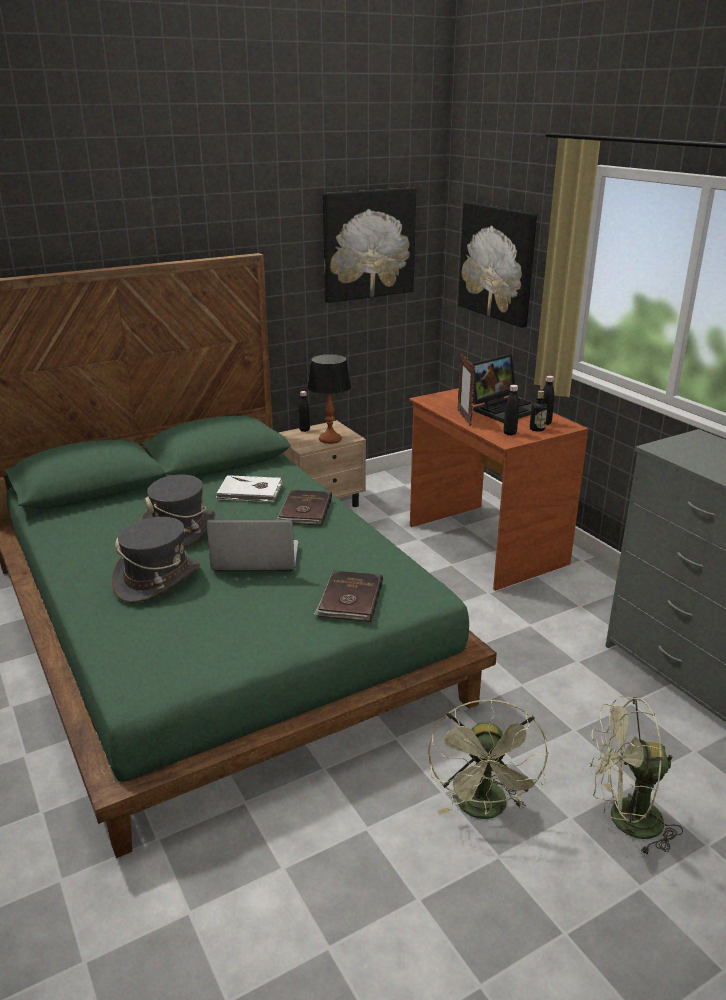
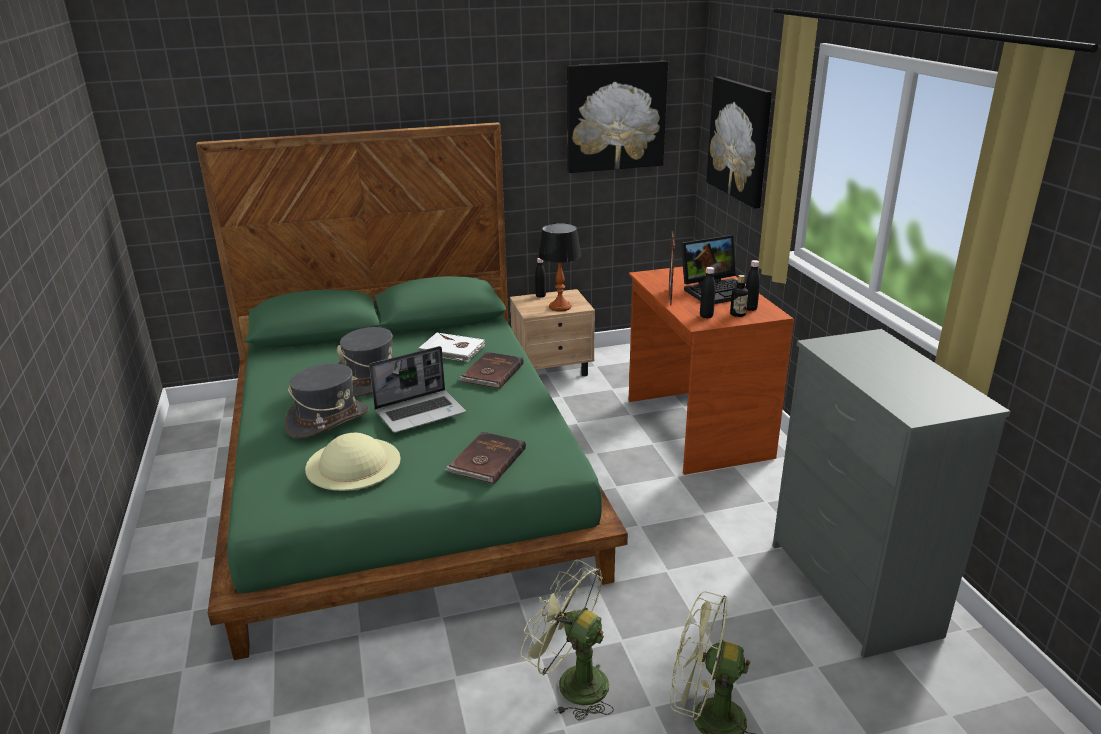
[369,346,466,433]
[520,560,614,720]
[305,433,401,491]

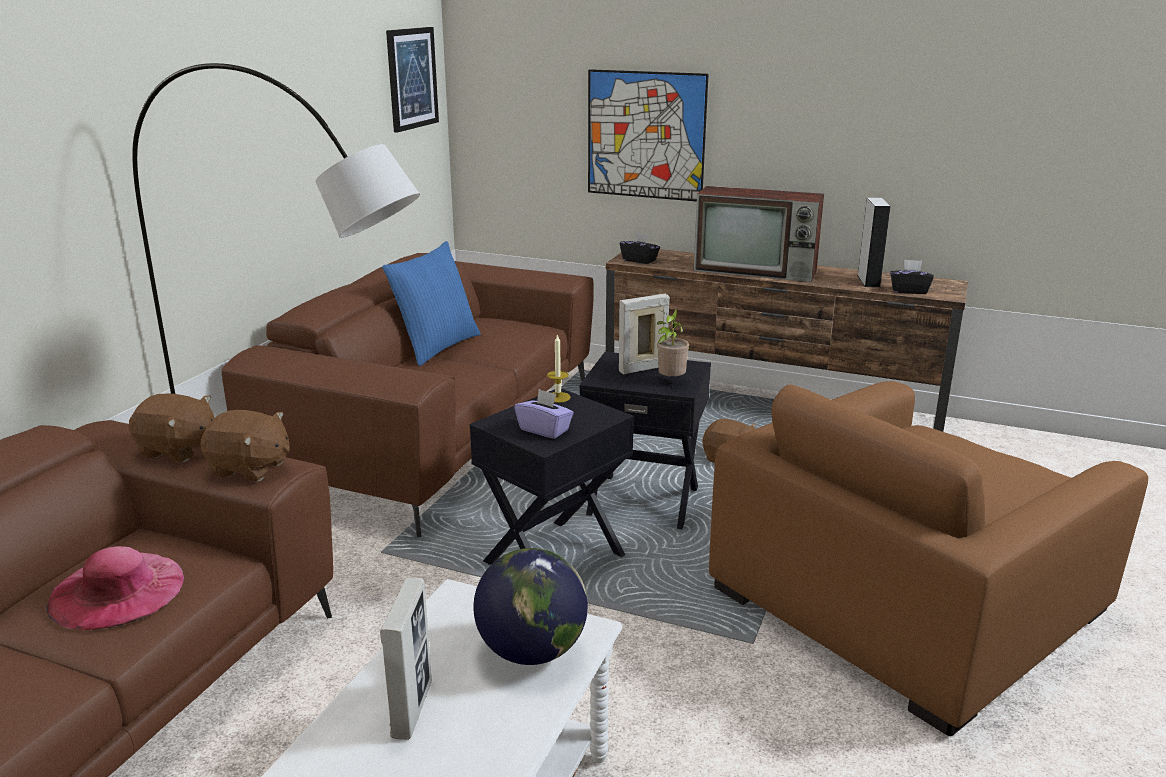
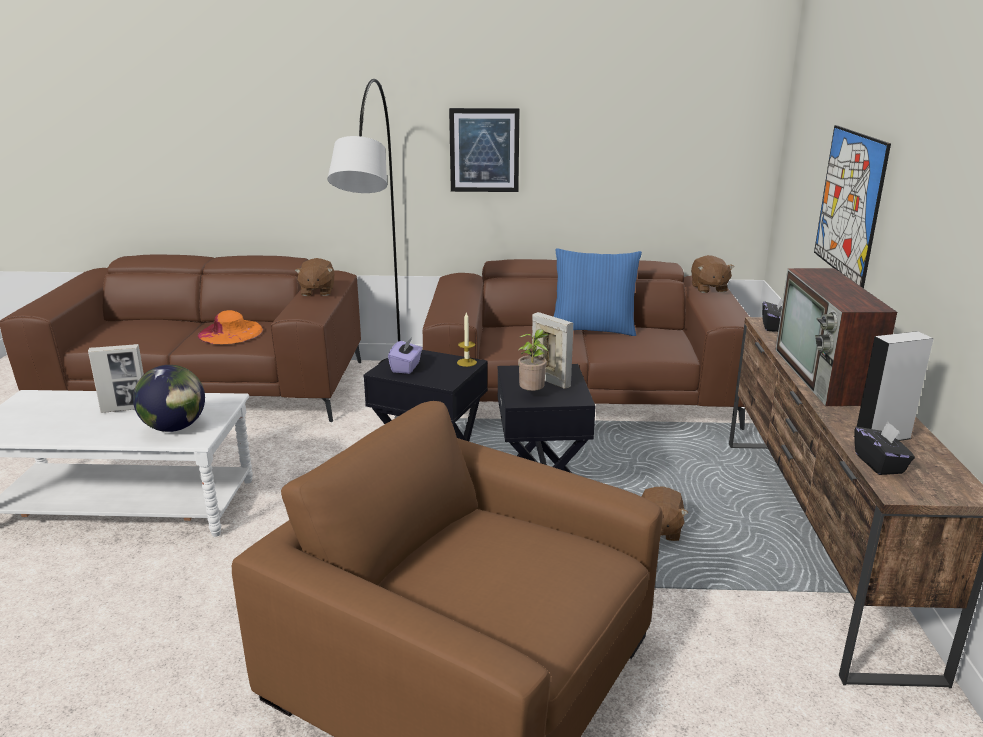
[449,108,520,192]
[691,255,734,293]
[198,310,263,344]

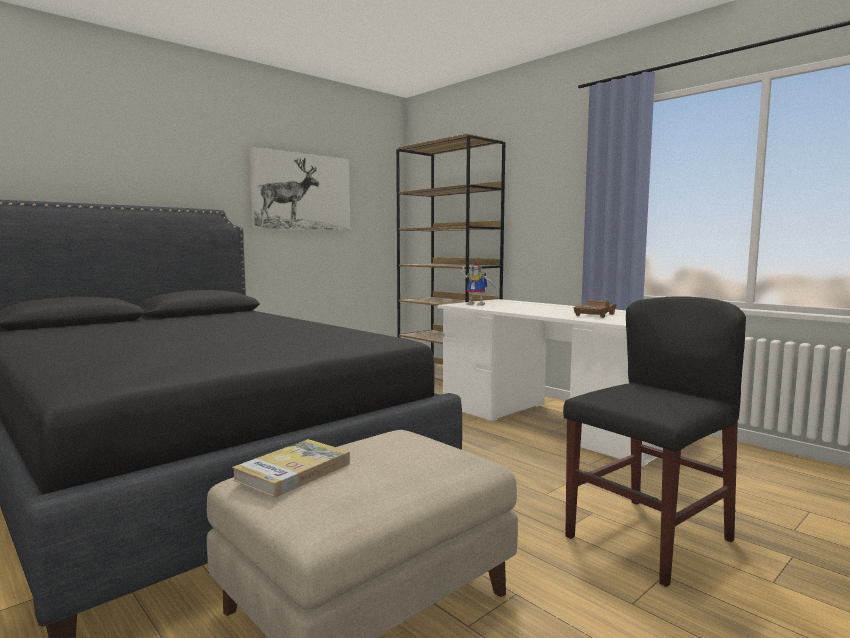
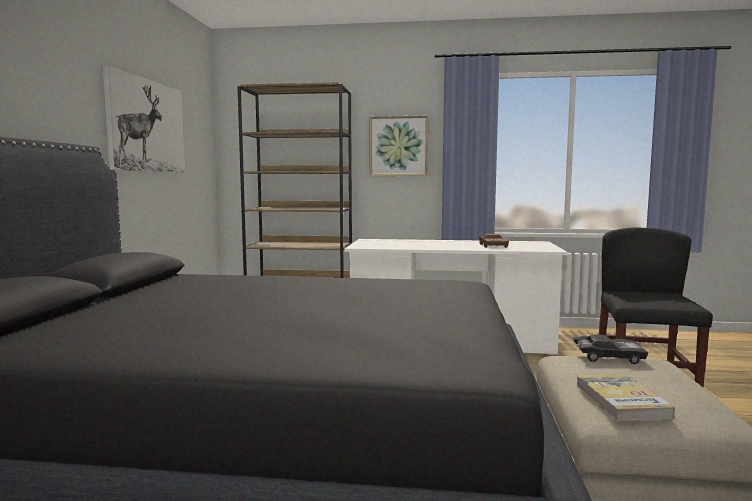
[458,263,497,306] (first image)
[369,116,428,176]
[573,334,648,364]

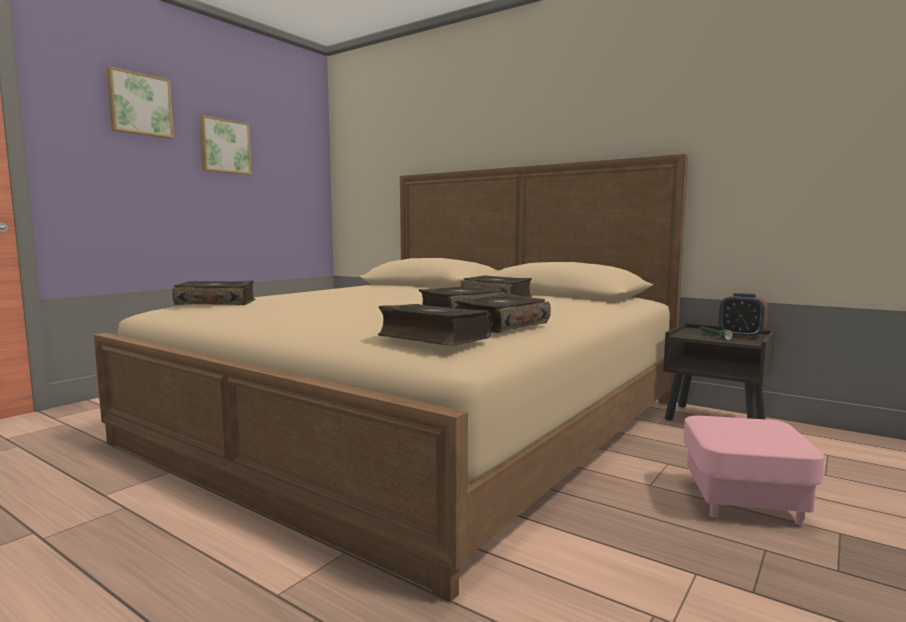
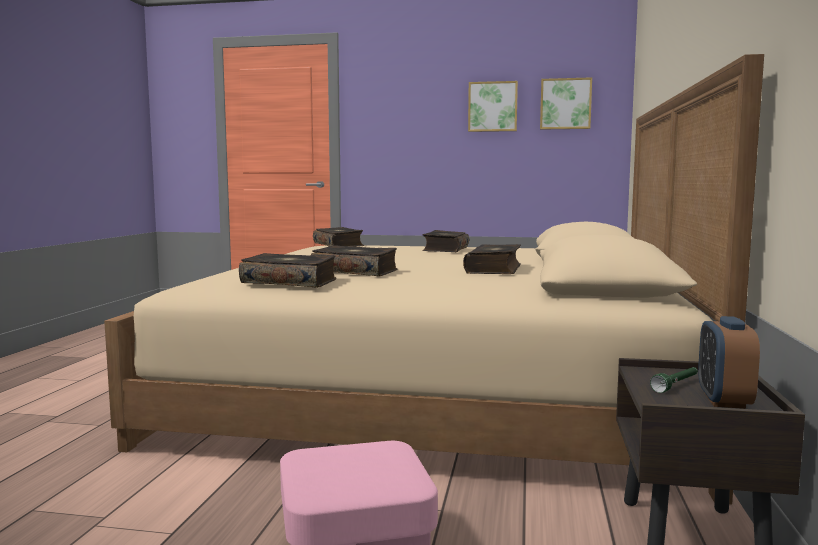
[540,77,592,130]
[422,230,469,252]

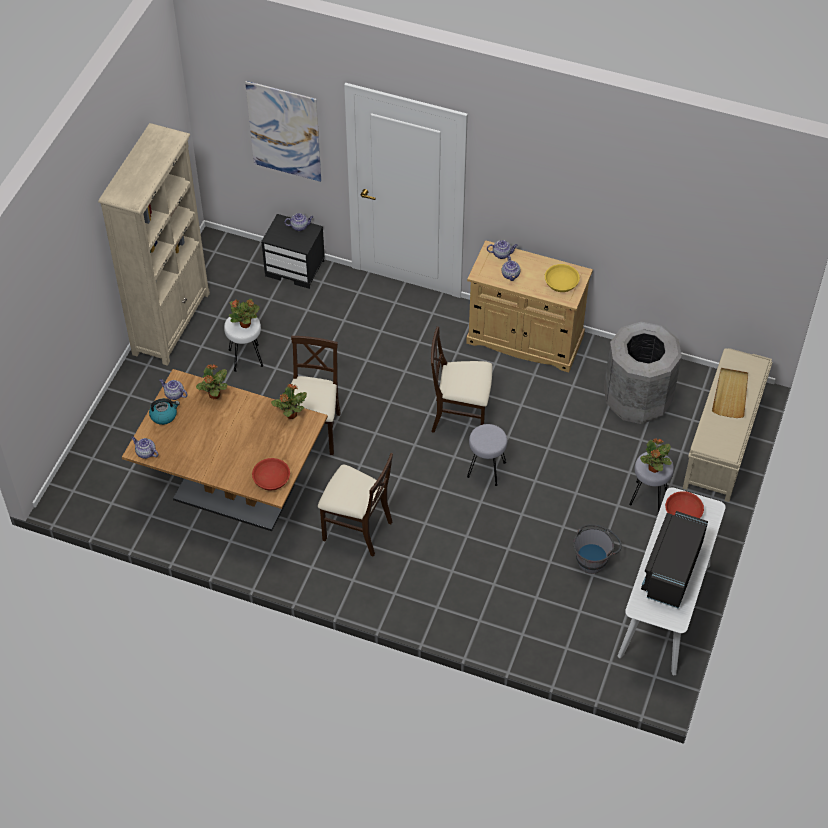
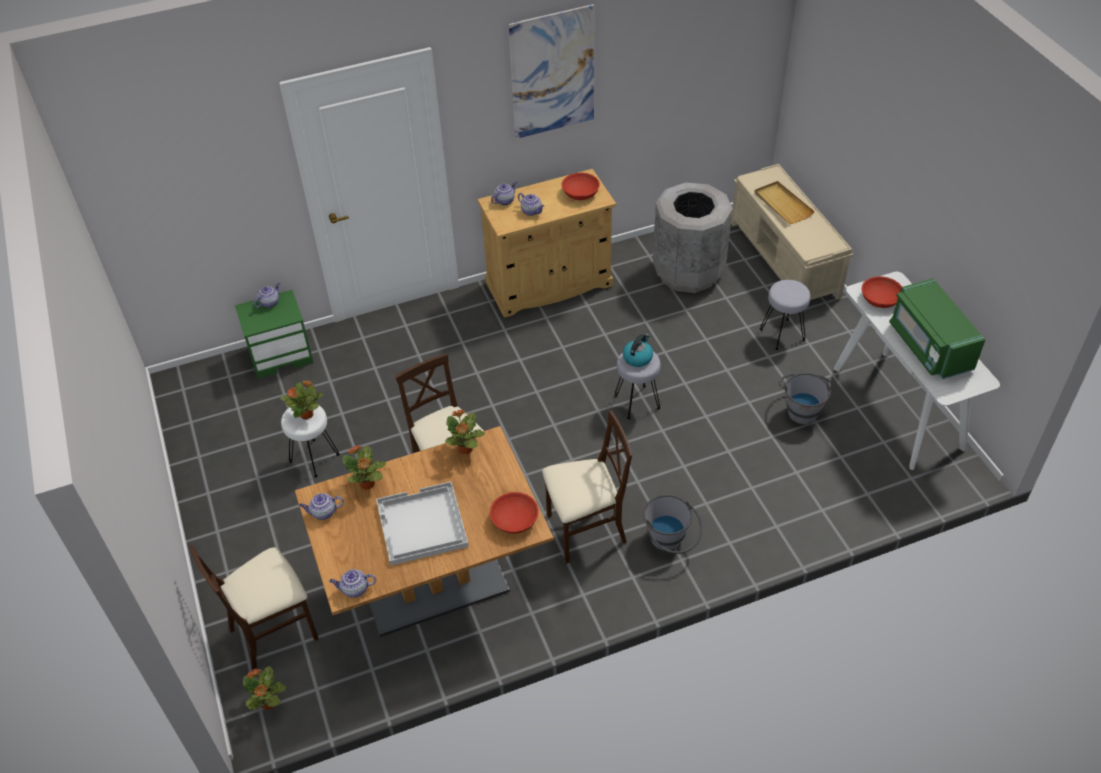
[509,4,594,139]
[98,123,210,366] (first image)
[235,290,313,379]
[562,173,600,200]
[190,544,319,670]
[623,334,653,367]
[243,666,286,710]
[889,278,985,379]
[376,482,469,565]
[643,495,702,554]

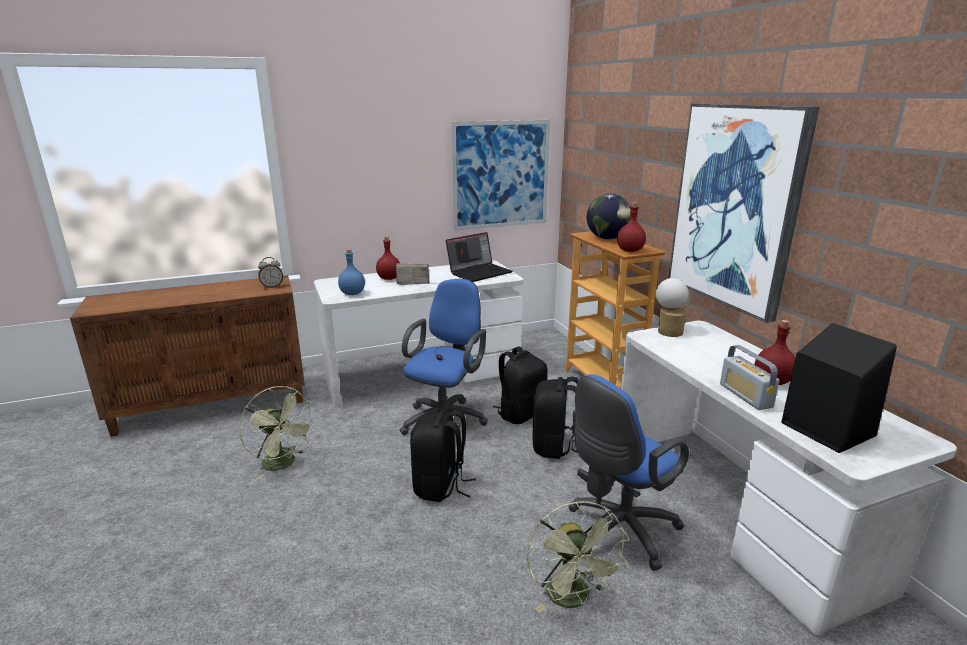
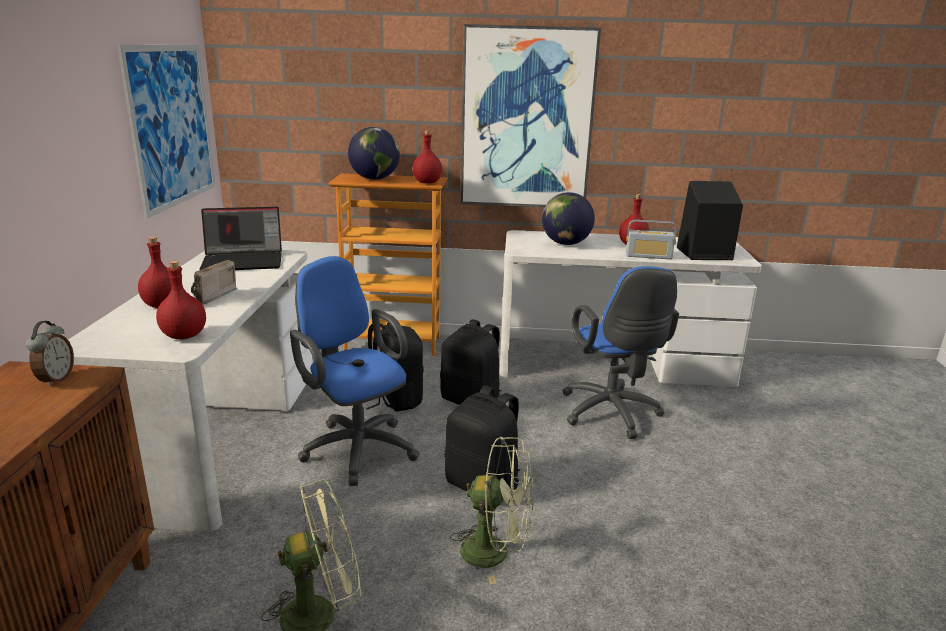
[199,207,282,270]
[156,261,206,340]
[656,278,689,337] (first image)
[450,437,533,584]
[542,192,595,245]

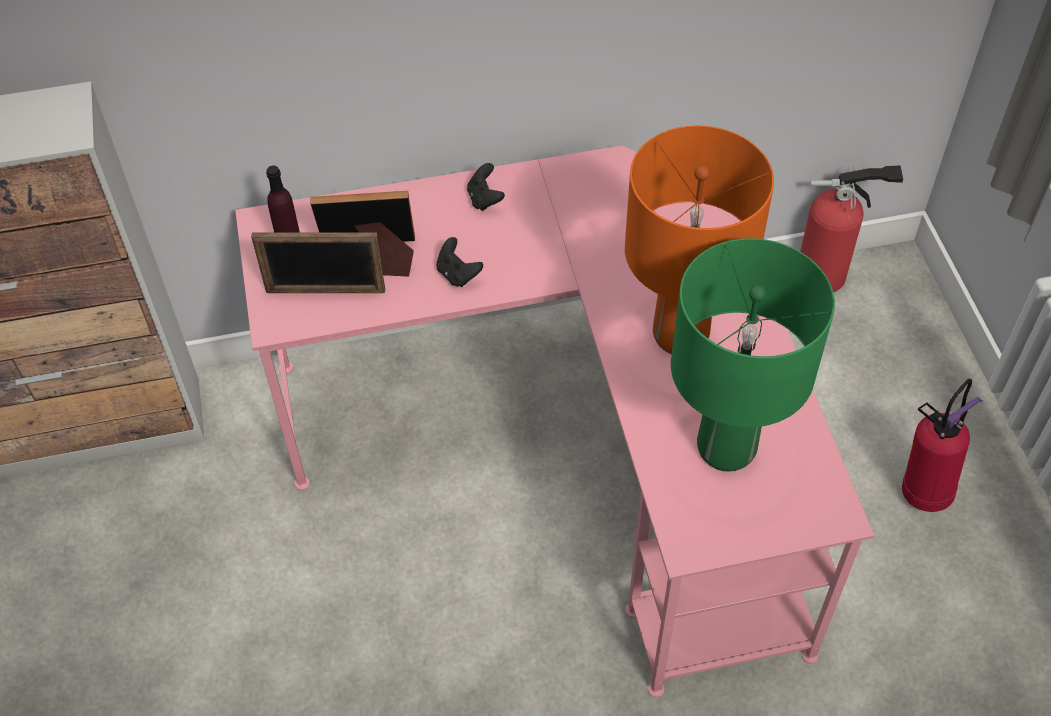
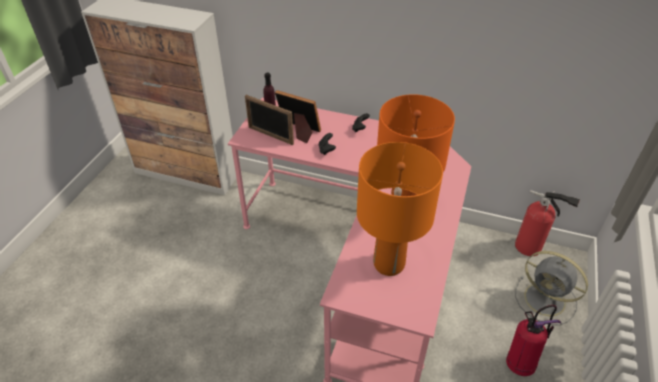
[357,142,443,276]
[515,251,588,325]

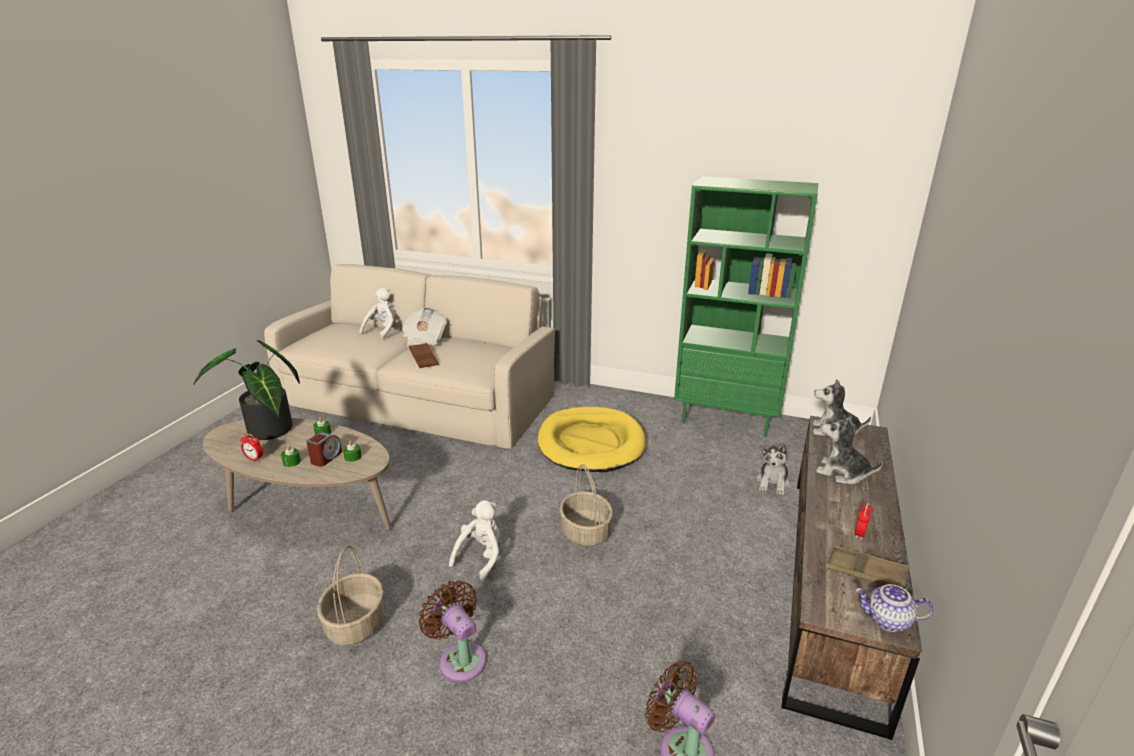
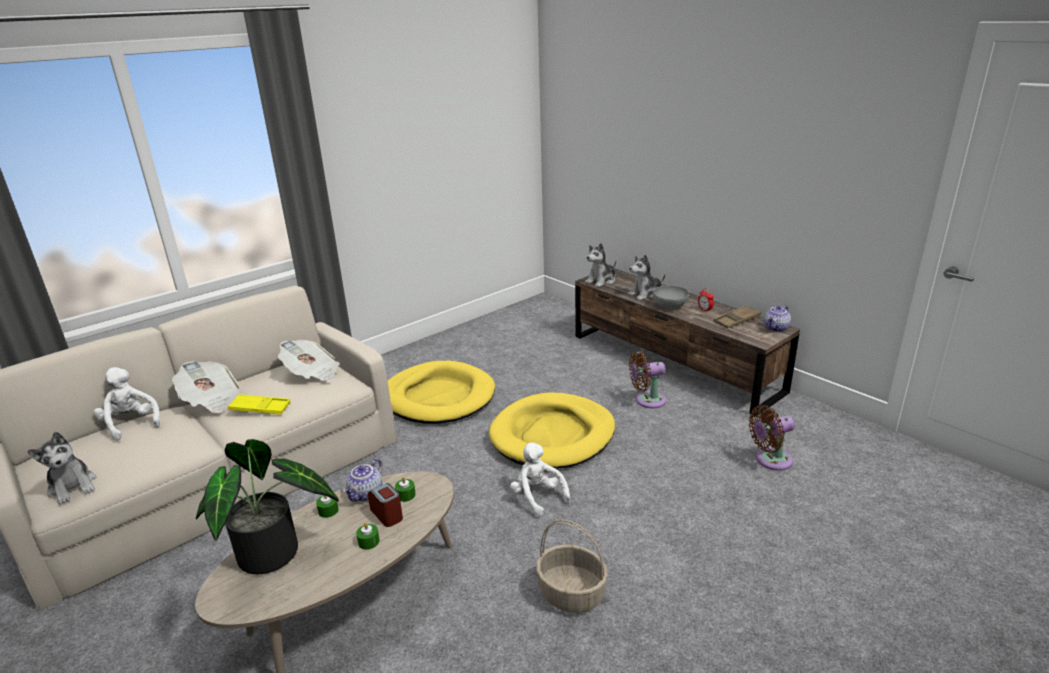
[674,176,818,437] (first image)
[228,394,290,414]
[240,433,263,462] (first image)
[27,432,96,505]
[489,392,615,469]
[629,351,666,409]
[653,285,690,308]
[278,340,340,382]
[343,458,383,502]

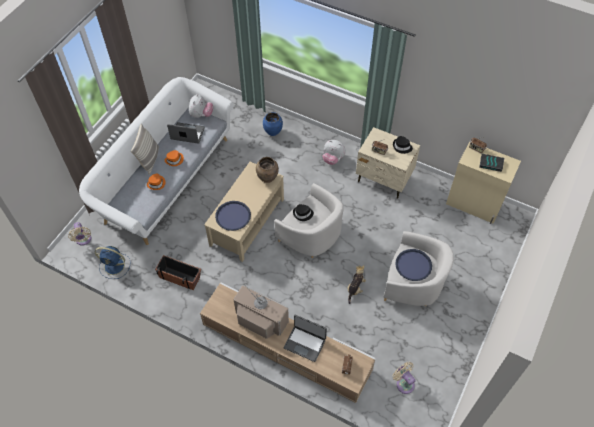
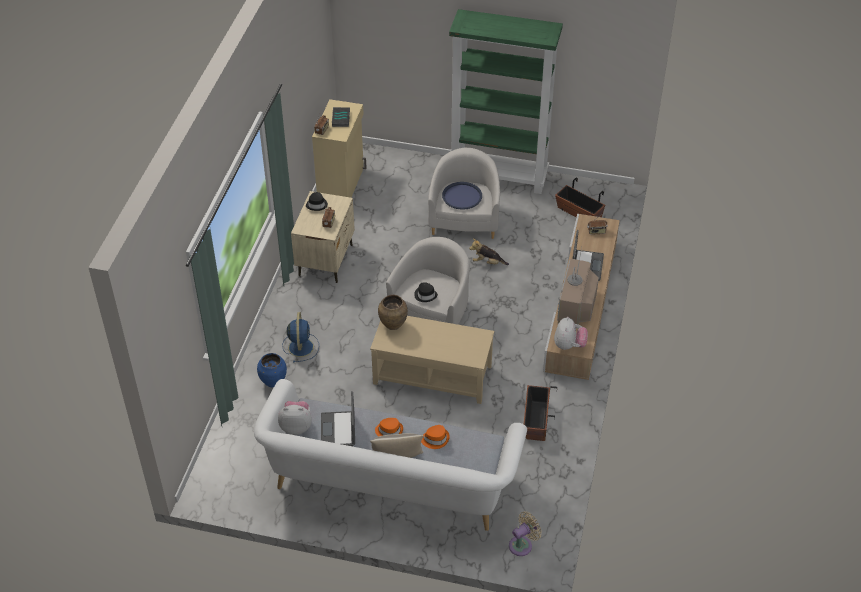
[554,317,588,350]
[215,201,251,231] (first image)
[282,312,319,363]
[555,177,605,217]
[449,9,563,194]

